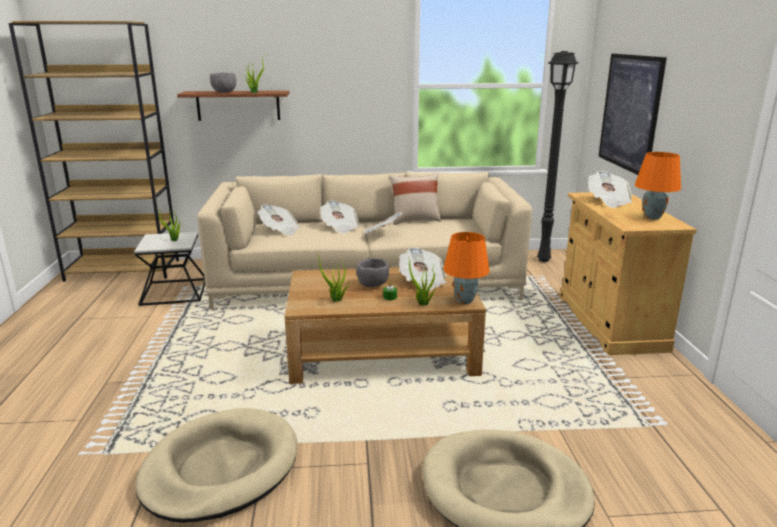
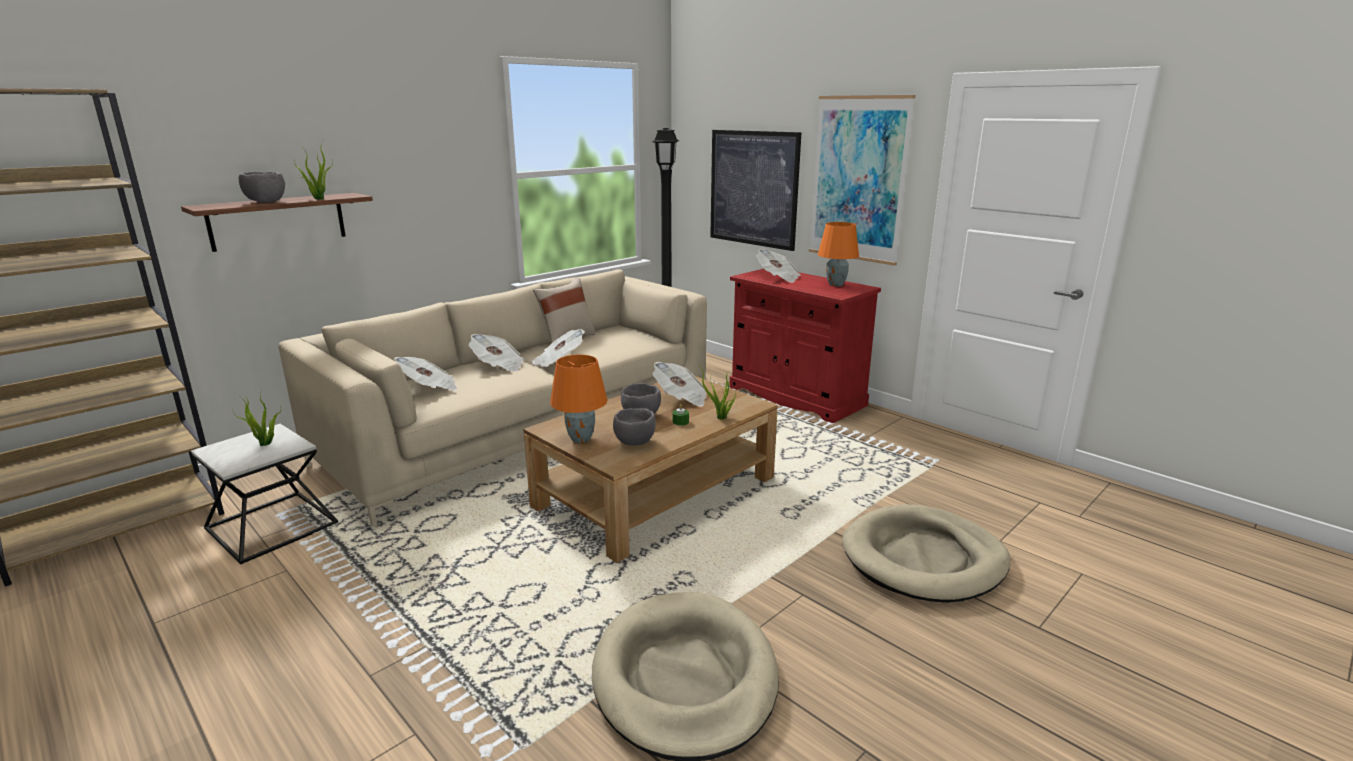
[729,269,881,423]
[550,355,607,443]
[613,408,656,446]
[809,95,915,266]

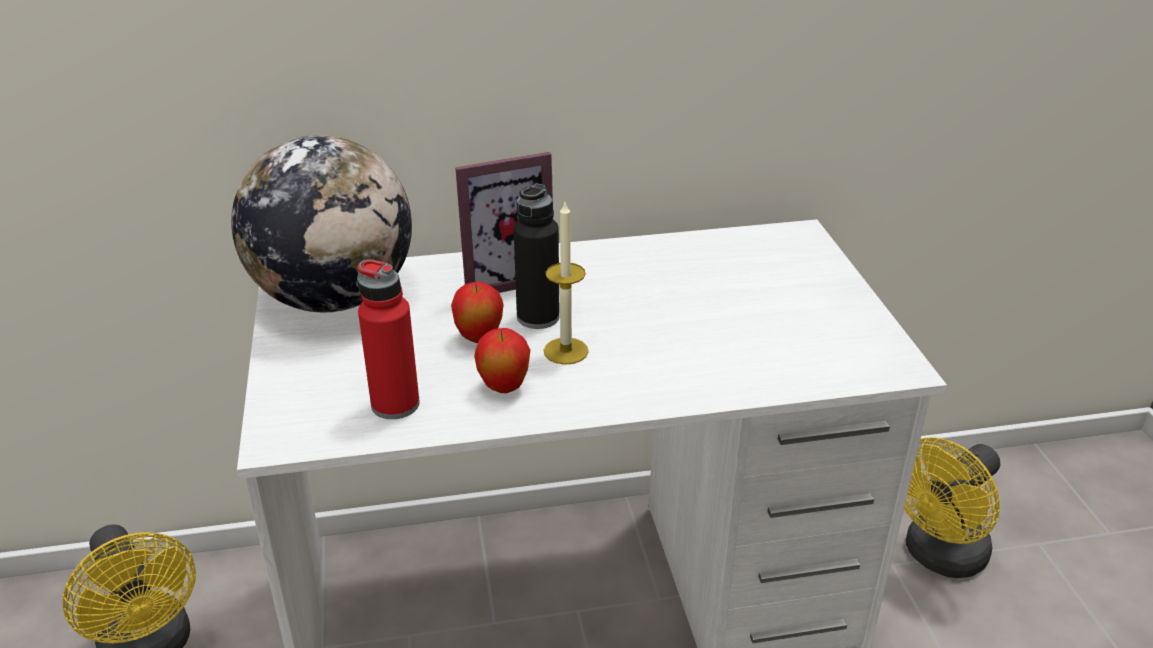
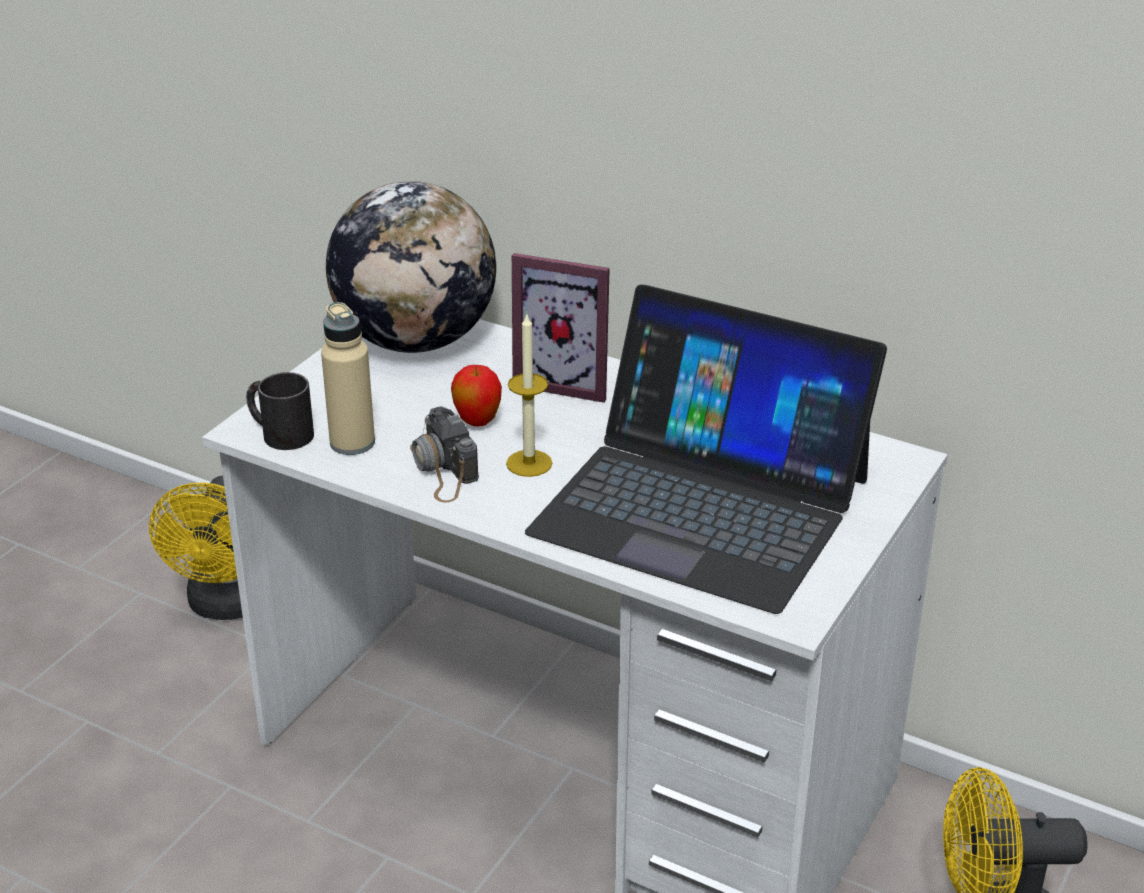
[514,184,560,329] (first image)
[321,302,375,455]
[410,406,479,503]
[525,285,887,614]
[246,372,314,450]

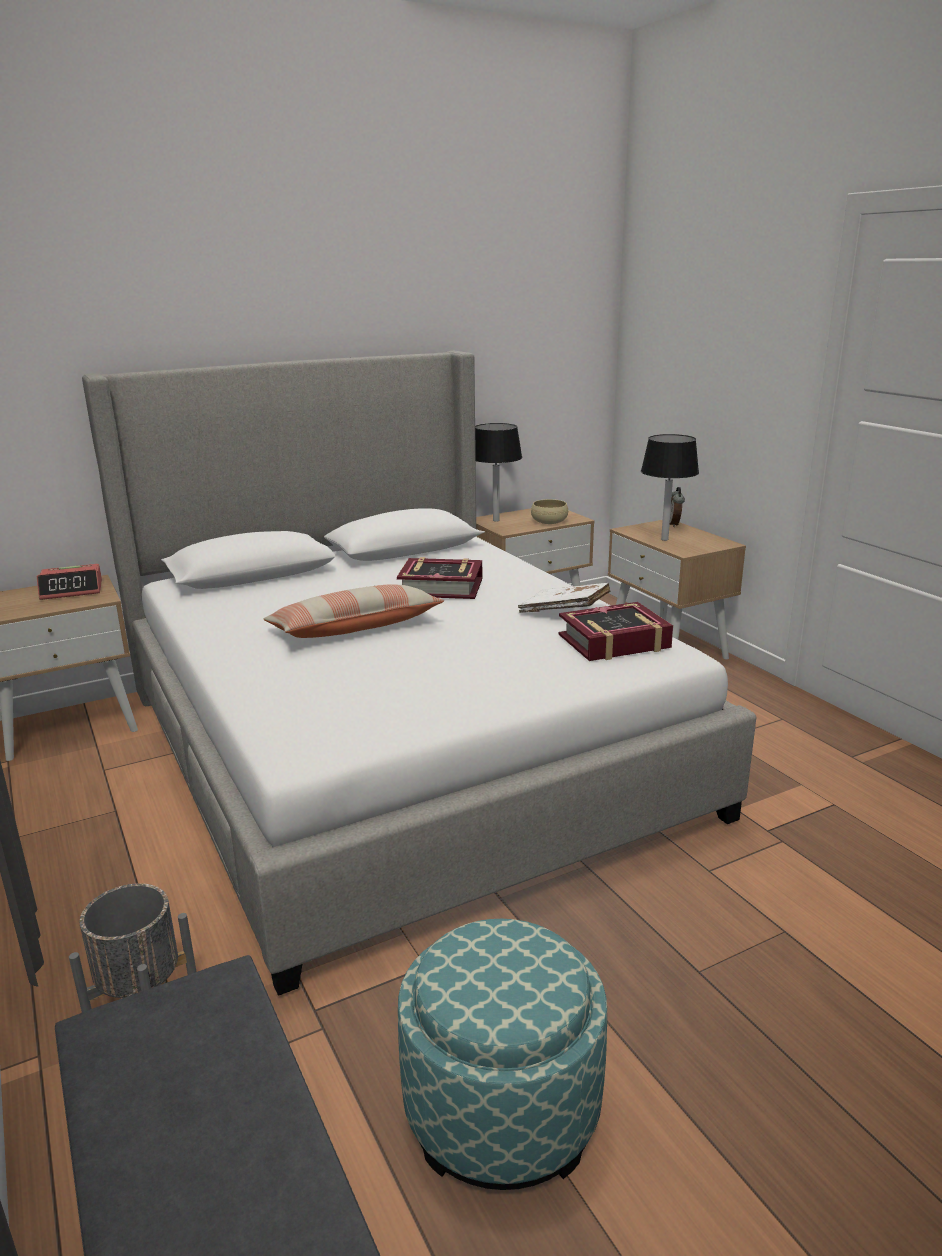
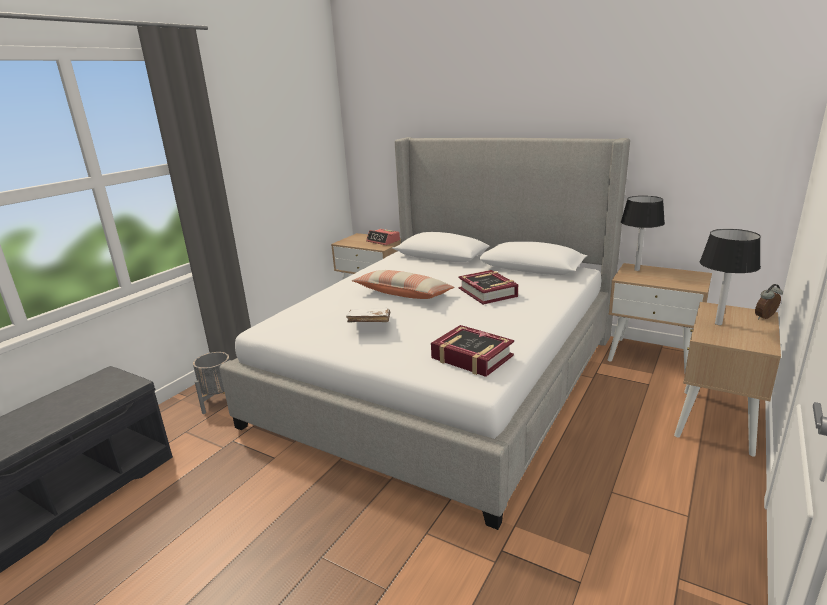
[531,499,568,524] (first image)
[346,308,390,322]
[398,919,607,1190] (first image)

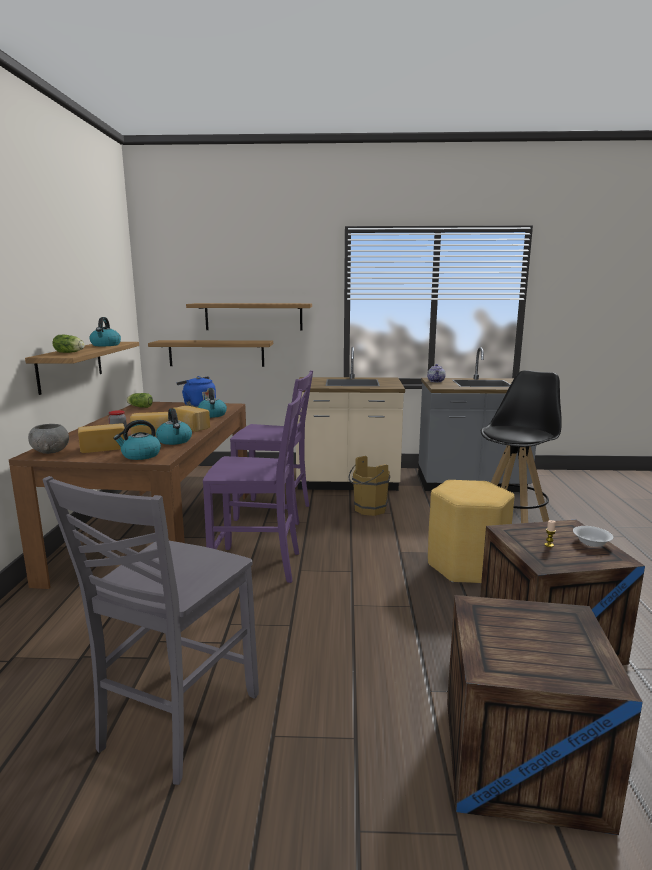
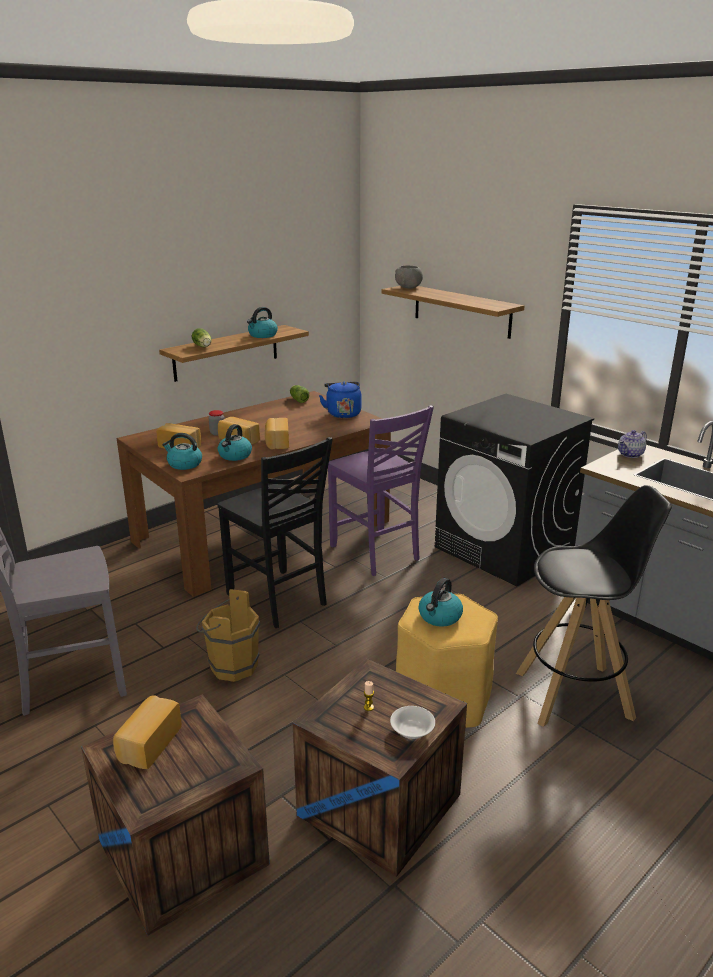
[148,340,273,367] (first image)
[435,394,594,586]
[419,578,463,627]
[217,437,333,628]
[395,265,423,289]
[196,589,260,682]
[113,695,182,769]

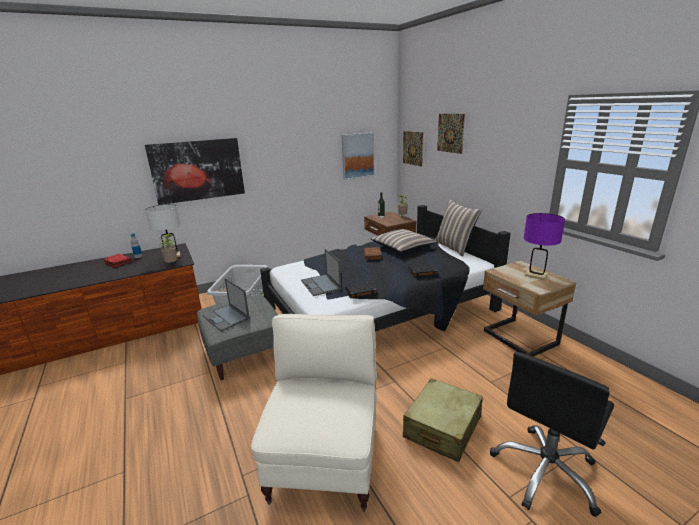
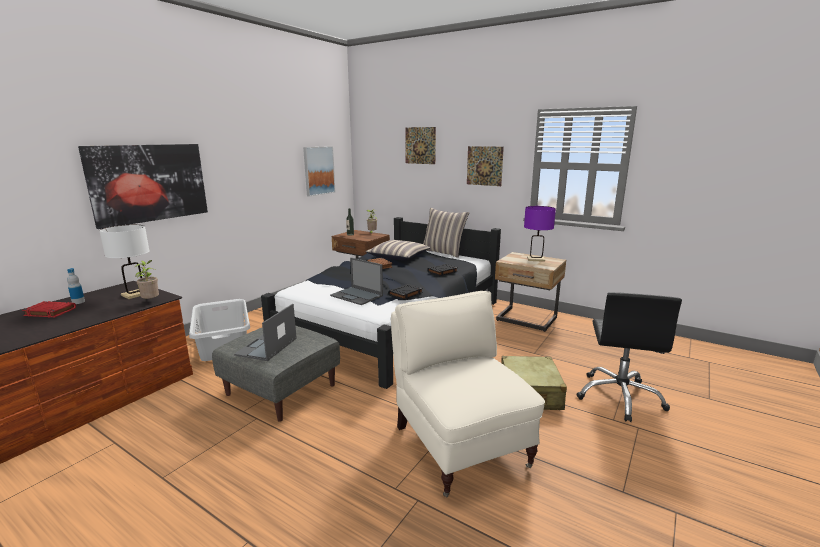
[467,146,504,186]
[234,304,297,361]

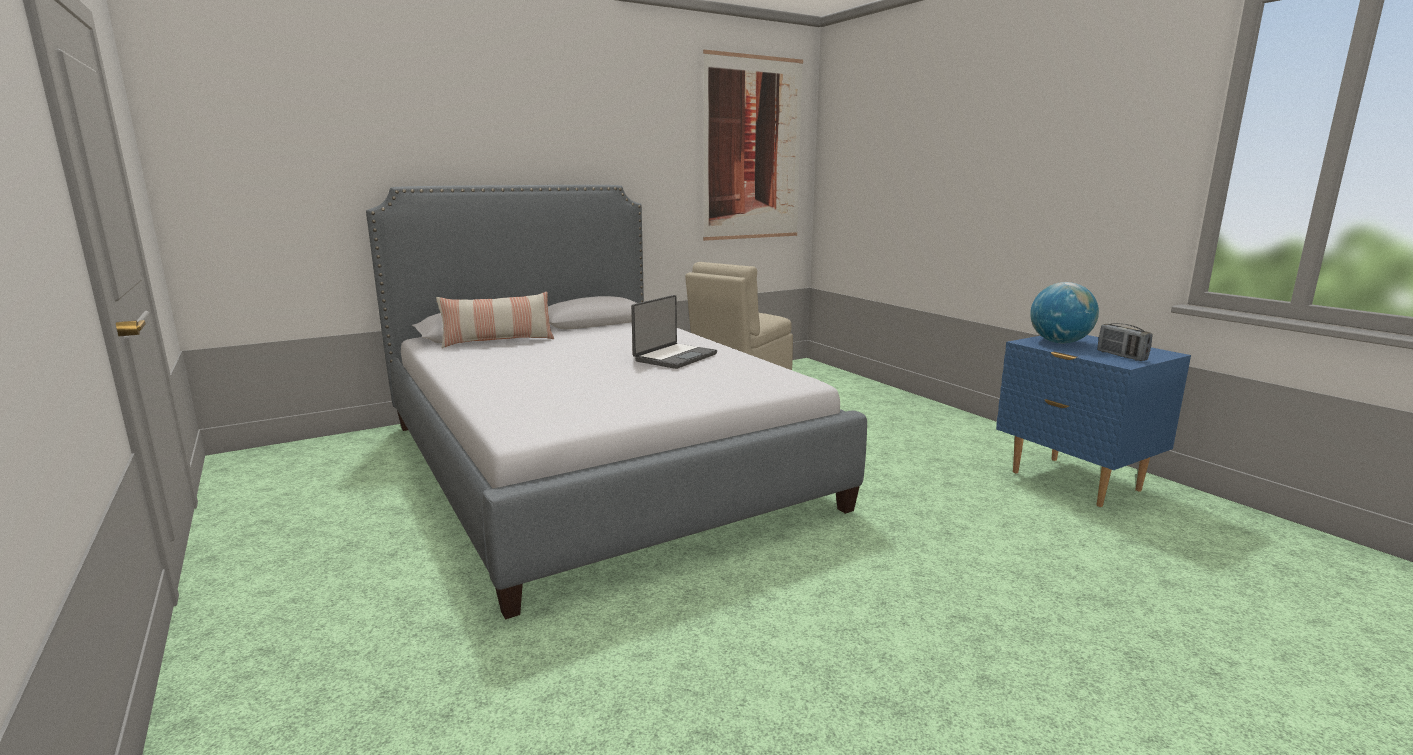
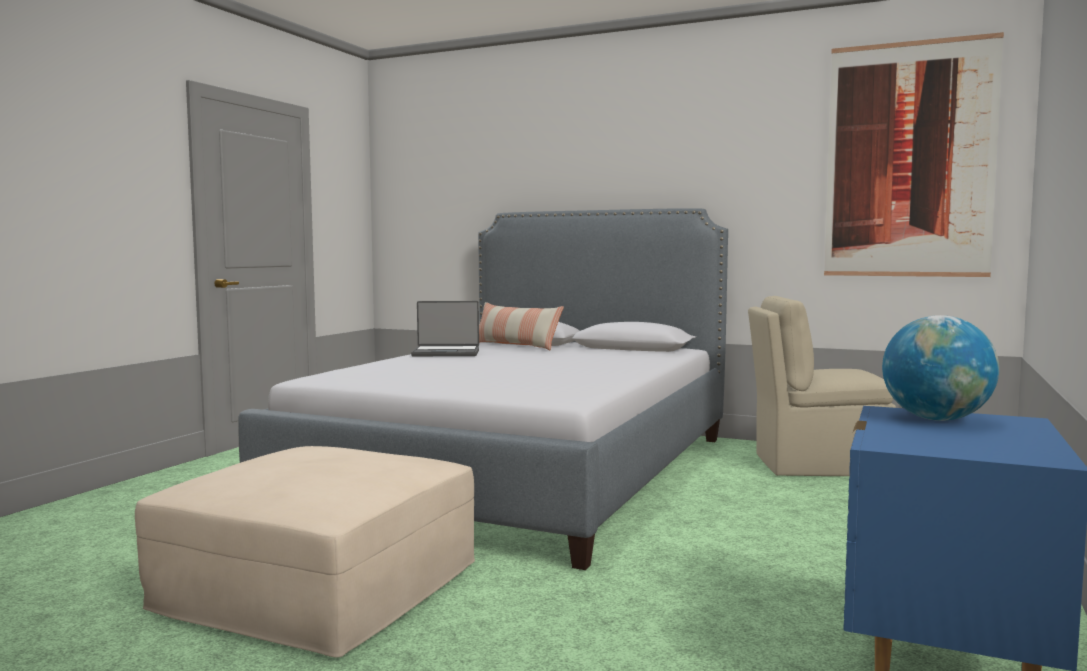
[411,301,479,356]
[1097,323,1153,361] (first image)
[135,446,475,658]

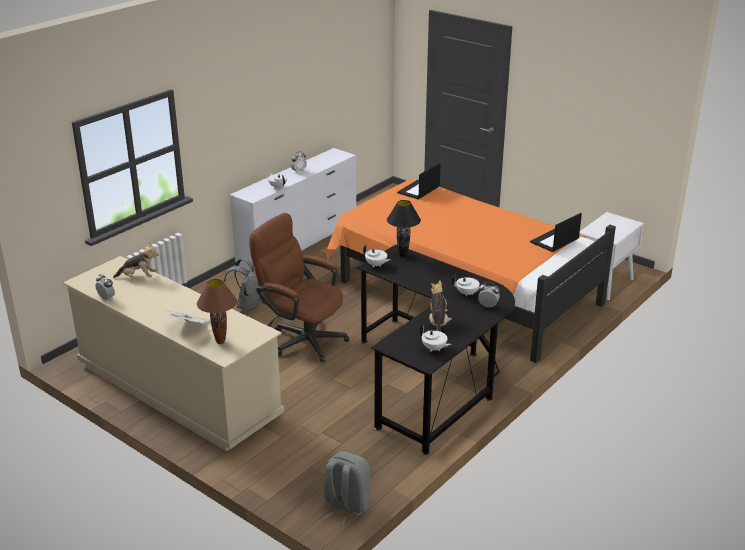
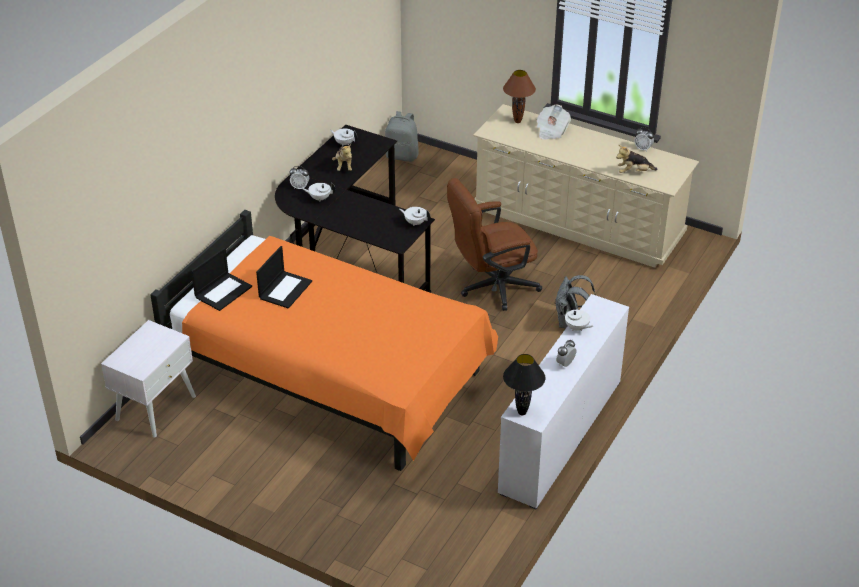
[256,246,312,309]
[503,354,546,415]
[447,178,542,311]

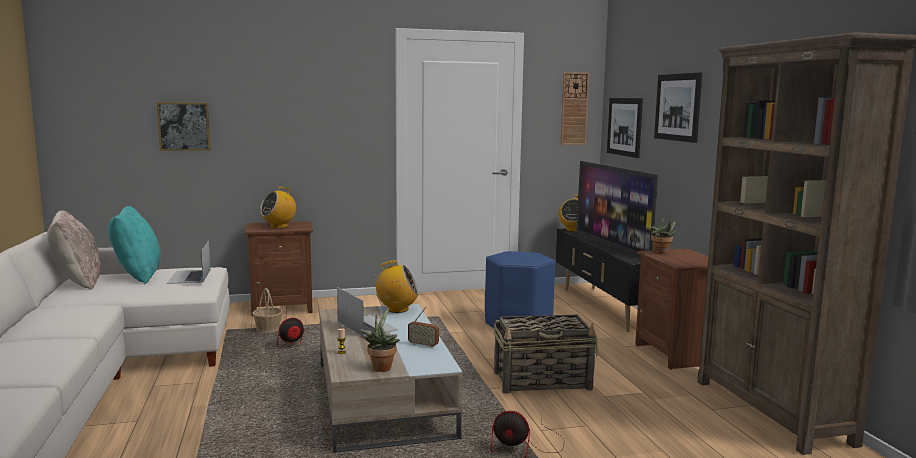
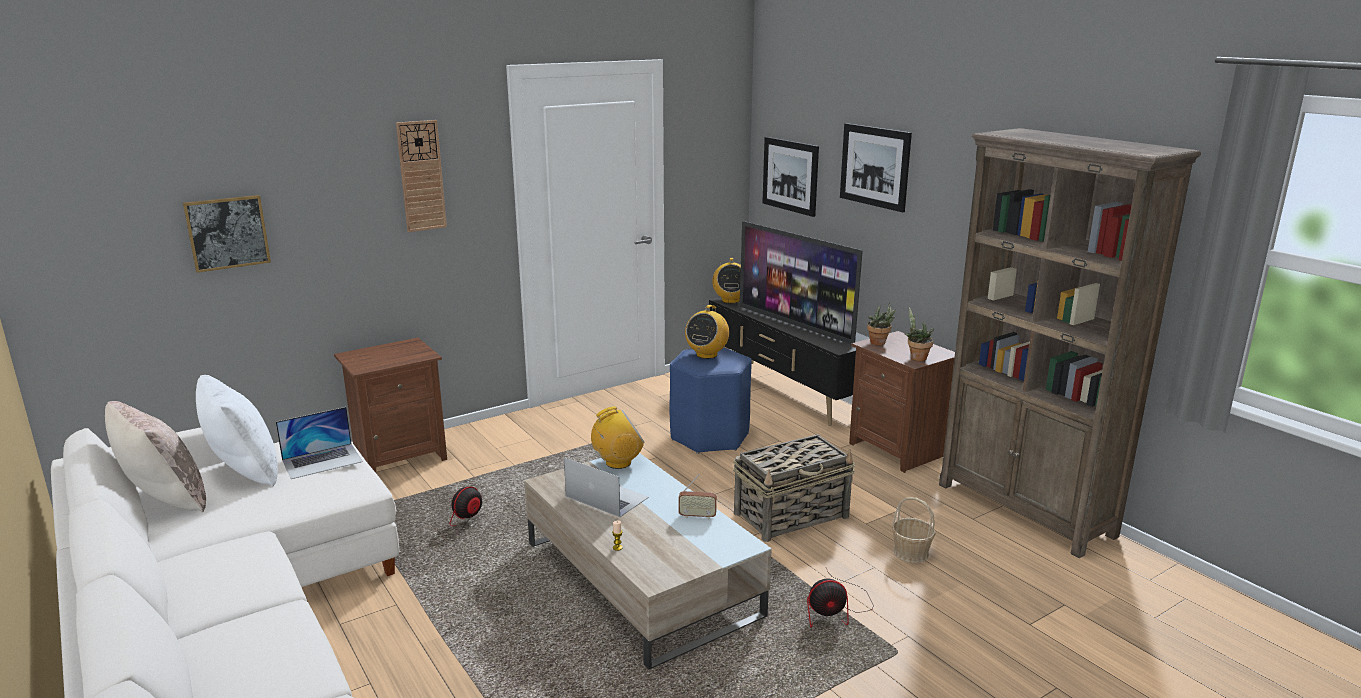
[396,120,447,232]
[685,305,729,359]
[196,375,278,487]
[276,407,363,479]
[892,497,936,563]
[905,307,934,361]

